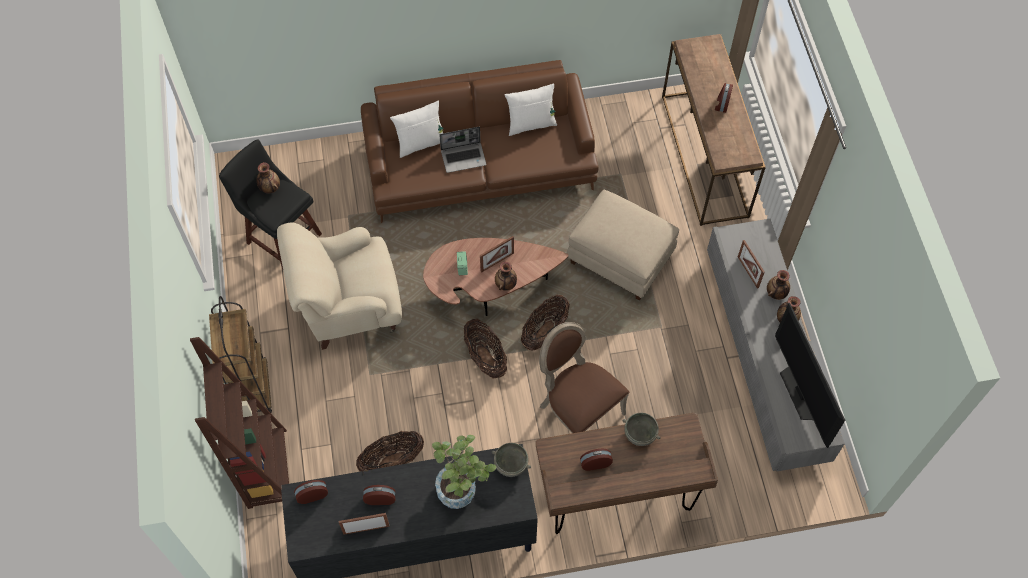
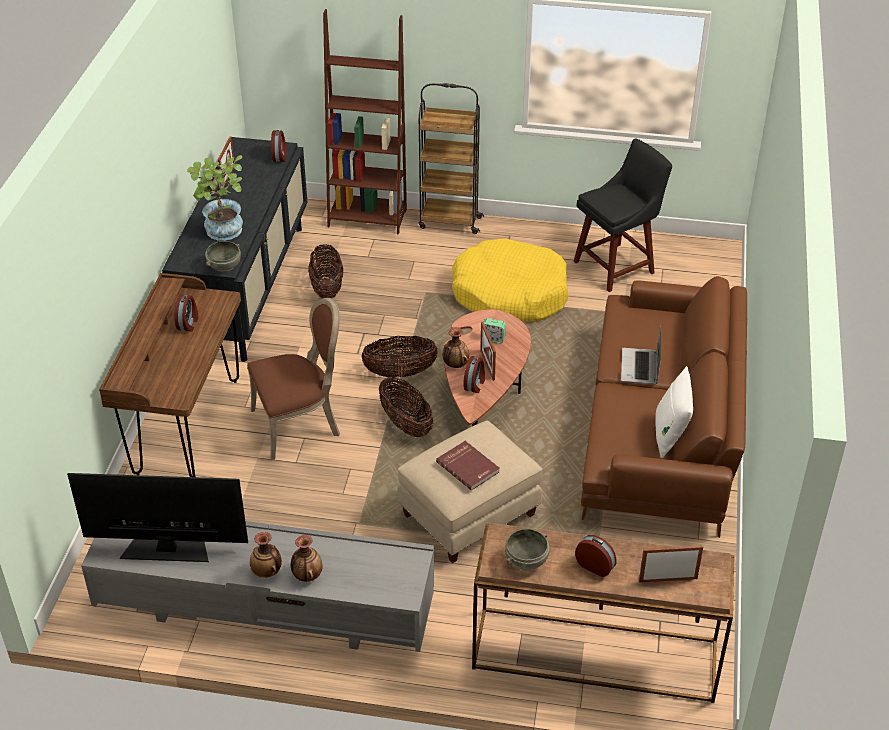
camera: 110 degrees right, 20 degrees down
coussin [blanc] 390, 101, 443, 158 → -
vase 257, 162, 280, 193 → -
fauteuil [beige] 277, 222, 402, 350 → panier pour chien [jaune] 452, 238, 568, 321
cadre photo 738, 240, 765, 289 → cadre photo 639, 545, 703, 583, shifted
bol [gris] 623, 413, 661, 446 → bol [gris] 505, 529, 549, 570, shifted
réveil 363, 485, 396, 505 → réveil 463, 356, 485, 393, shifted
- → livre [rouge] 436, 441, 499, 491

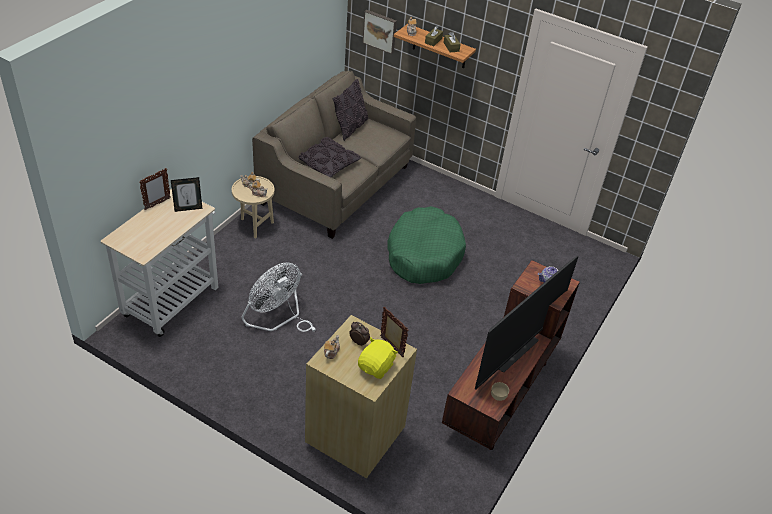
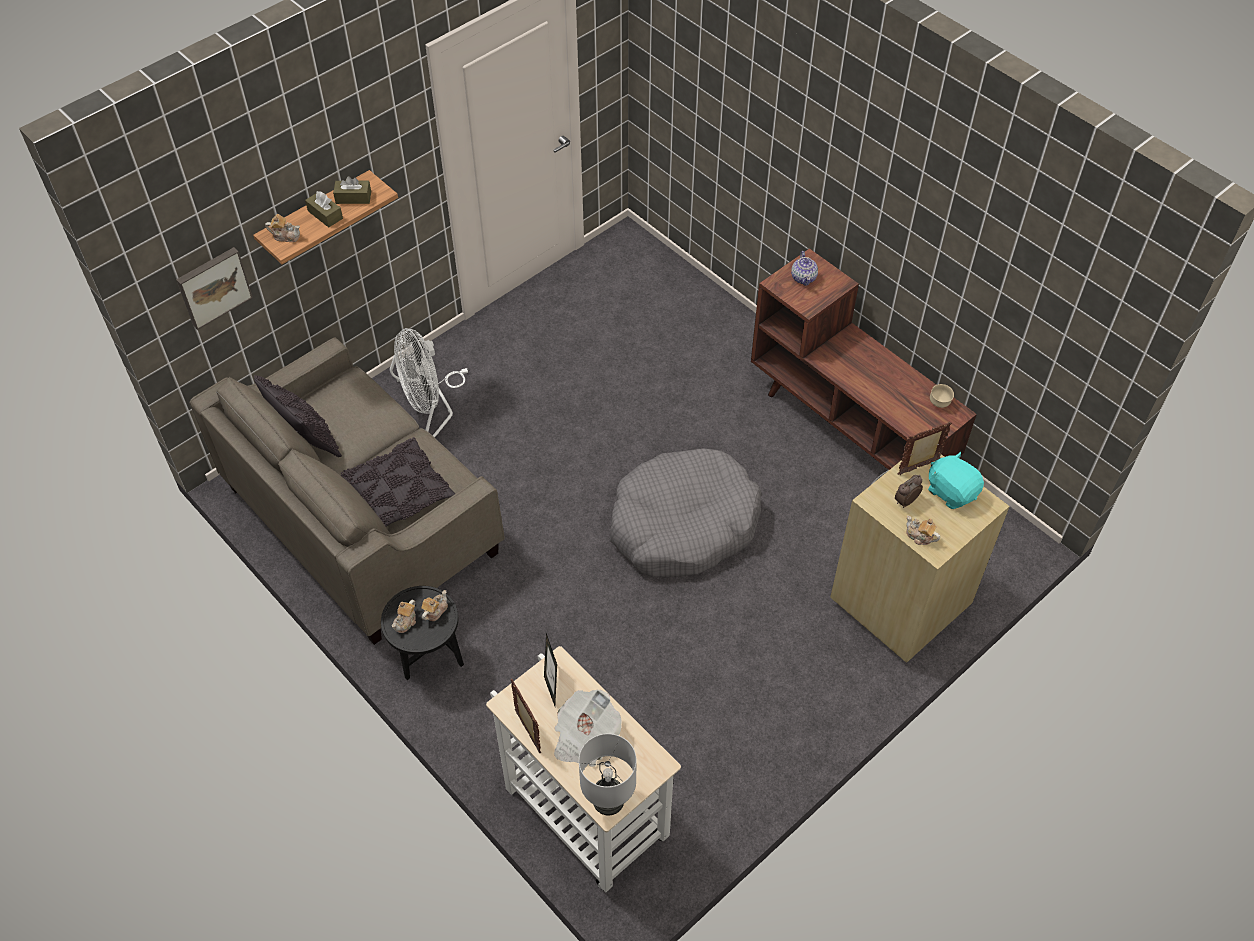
camera: 70 degrees left, 10 degrees up
table d'appoint [beige] 232, 176, 275, 239 → table d'appoint [noir] 381, 586, 464, 680
panier pour chien [vert] 388, 206, 466, 284 → -
téléviseur 475, 256, 578, 390 → -
ventilateur [blanc] 242, 263, 316, 332 → ventilateur [blanc] 390, 328, 470, 438, shifted
peluche [jaune] 358, 337, 398, 379 → peluche [turquoise] 928, 452, 984, 509
- → panier pour chien [gris] 610, 448, 761, 578
- → journal 554, 690, 622, 767
- → lampe de table [gris] 579, 734, 637, 816

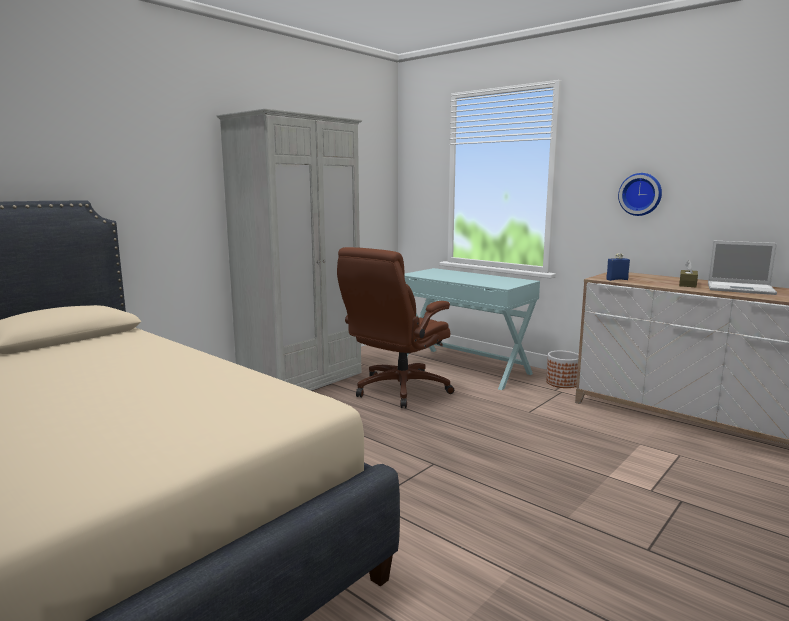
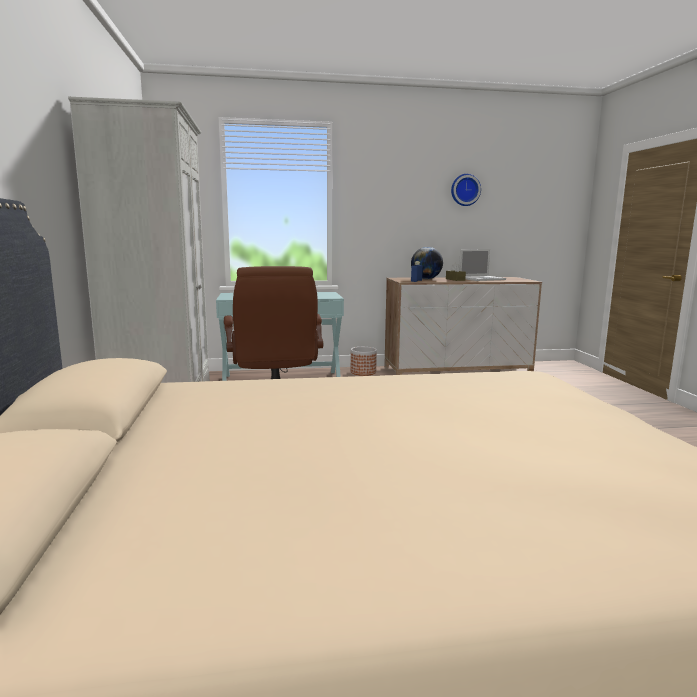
camera: 50 degrees left, 0 degrees up
horloge murale 618, 173, 662, 216 → horloge murale 451, 174, 481, 206, shifted
- → globe 411, 247, 443, 279

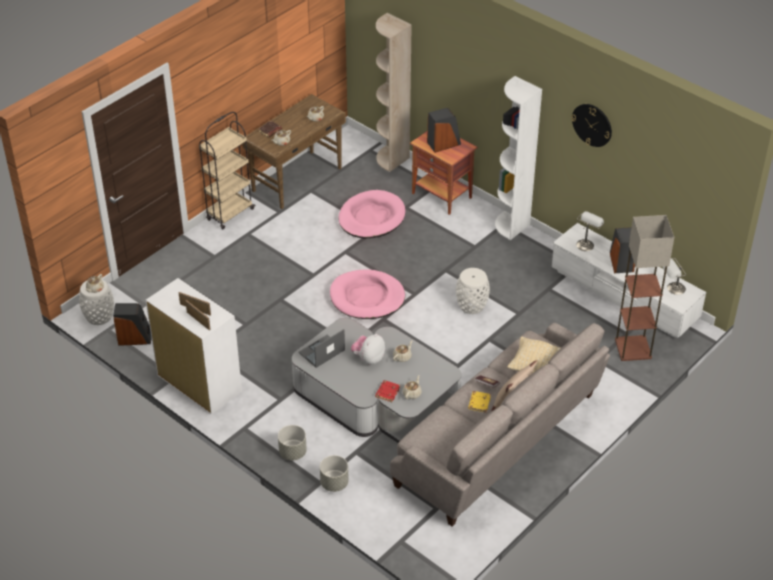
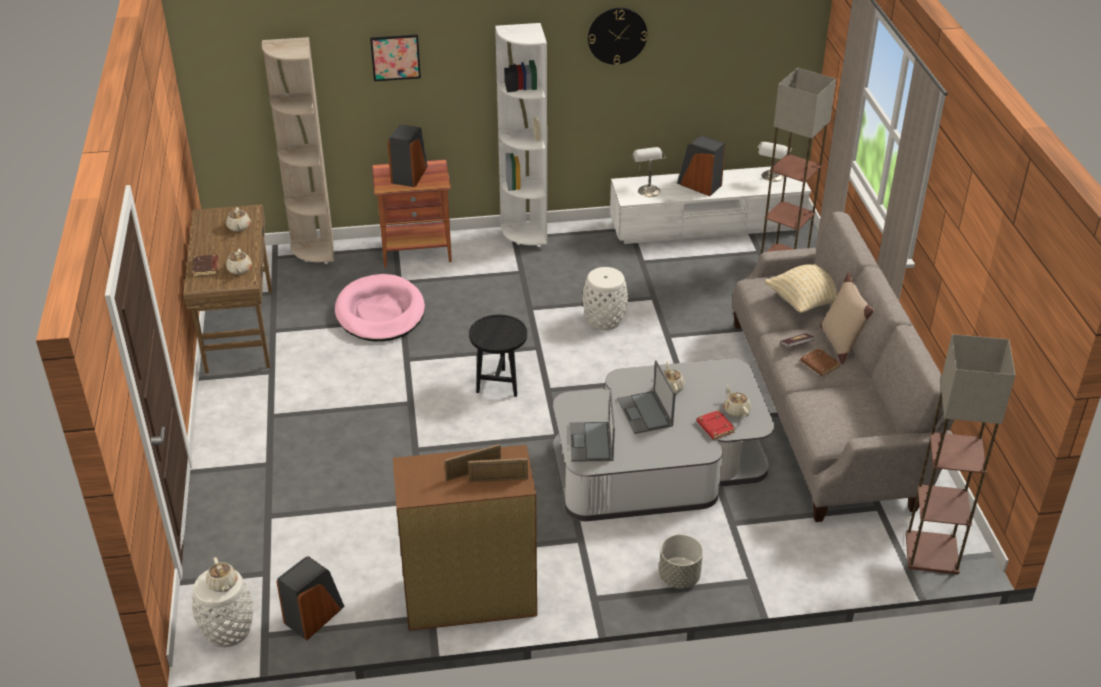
camera: 50 degrees left, 5 degrees down
chariot [beige] 199, 112, 255, 229 → -
panier pour chien [rose] 330, 270, 405, 319 → table d'appoint [noir] 469, 315, 527, 397
meuble de rangement [blanc] 146, 278, 242, 415 → meuble de rangement [marron] 393, 445, 537, 631
peluche 351, 334, 385, 365 → ordinateur portable 617, 360, 675, 434
livre [jaune] 468, 391, 491, 413 → livre [marron] 800, 348, 840, 376
cache-pot [gris] 320, 455, 349, 492 → -
- → tableau 370, 34, 421, 81
- → lampadaire 906, 334, 1016, 574

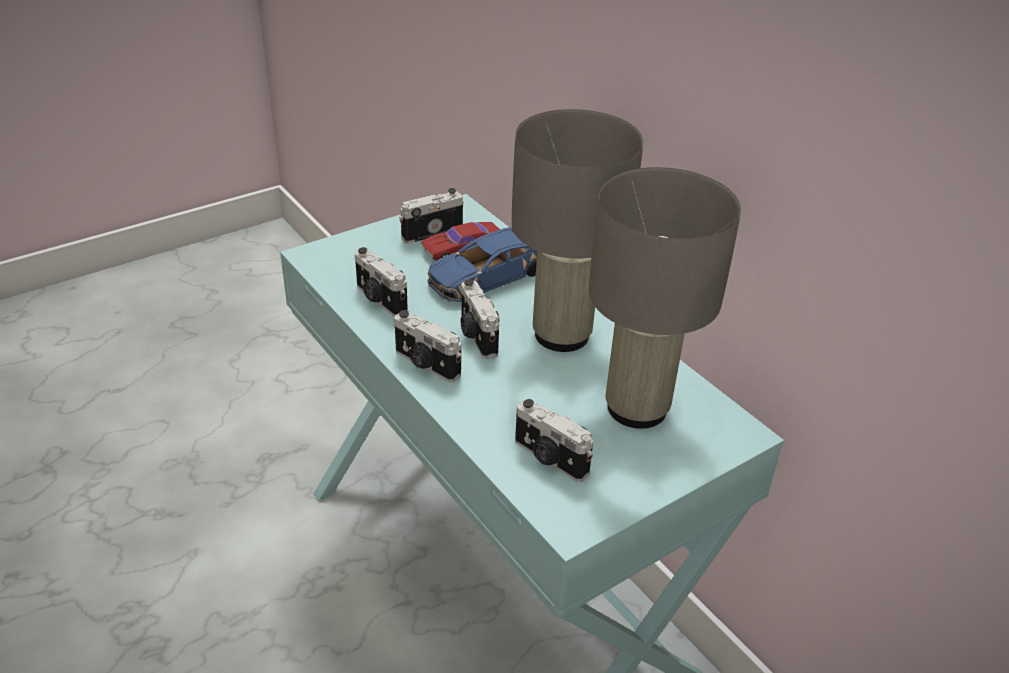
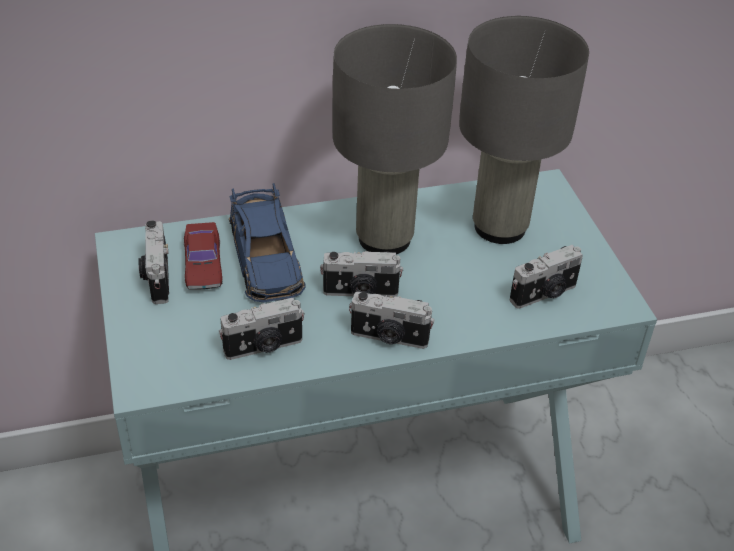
camera: 70 degrees left, 5 degrees up
appareil photo 394, 310, 461, 382 → appareil photo 349, 292, 435, 349, 45 degrees clockwise

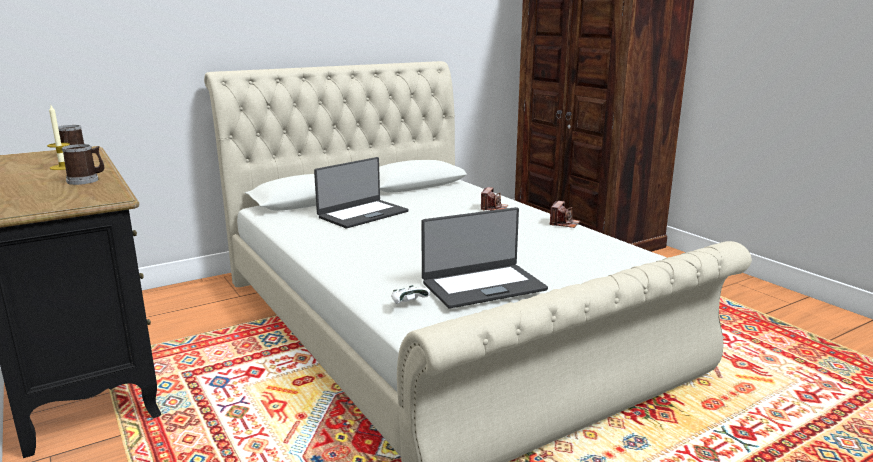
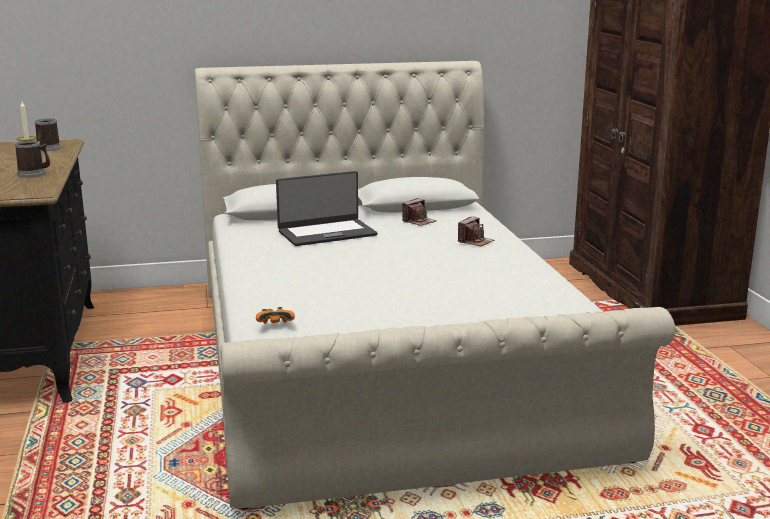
camera: 20 degrees right, 0 degrees up
appareil photo 550, 201, 580, 228 → appareil photo 402, 198, 437, 226, shifted
ordinateur portable 421, 207, 548, 308 → -
manette [blanc] 391, 285, 430, 304 → manette [orange] 256, 307, 295, 324

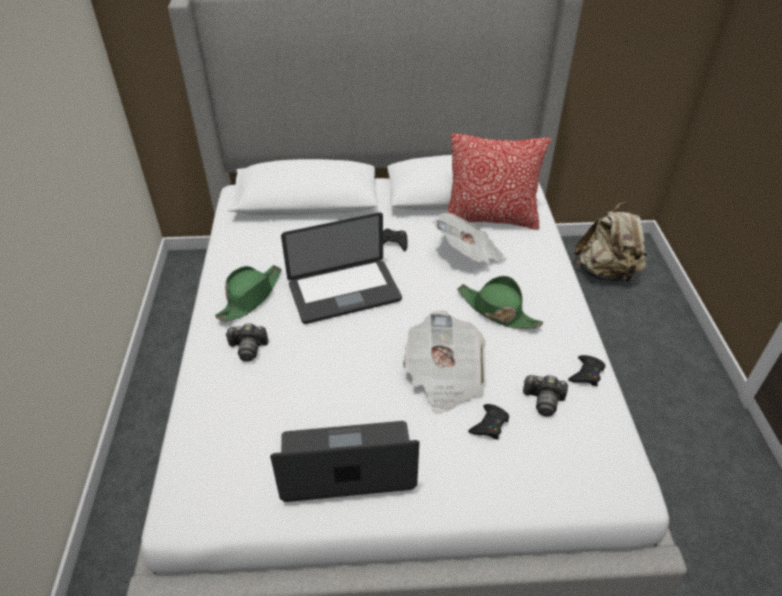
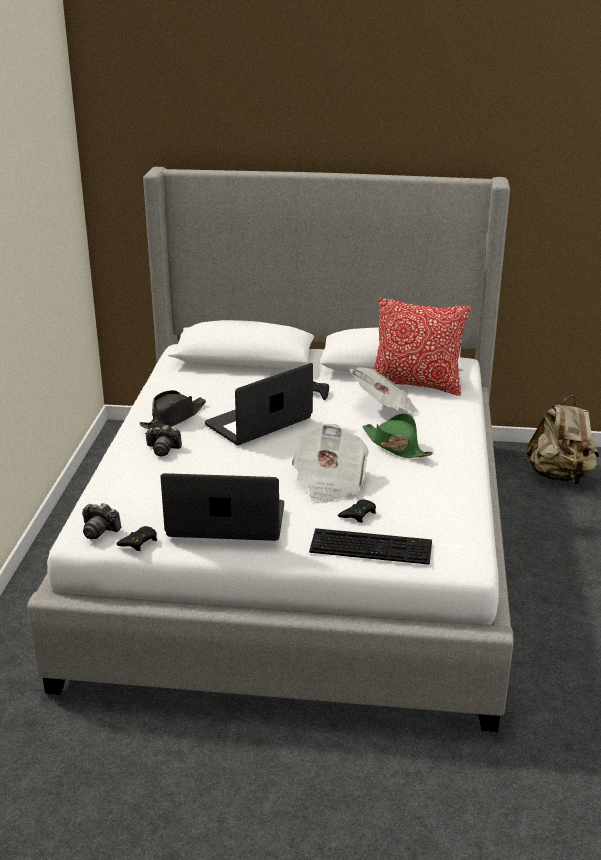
camera: 10 degrees right, 15 degrees down
ordinateur portable 281, 213, 402, 324 → ordinateur portable 205, 363, 313, 445, 150 degrees clockwise
chapeau [vert] 215, 265, 281, 322 → chapeau [noir] 139, 390, 206, 429
manette [noir] 568, 355, 605, 386 → manette [noir] 116, 526, 157, 551, shifted
appareil photo 523, 375, 568, 417 → appareil photo 82, 503, 121, 539, shifted
- → clavier 309, 528, 432, 565

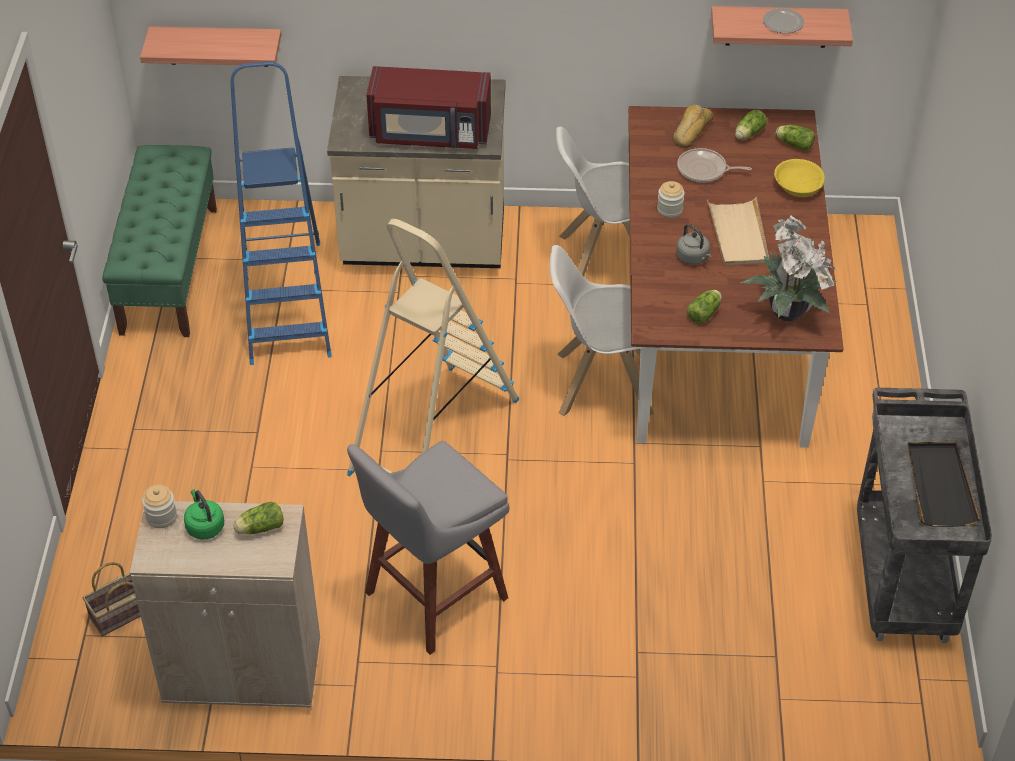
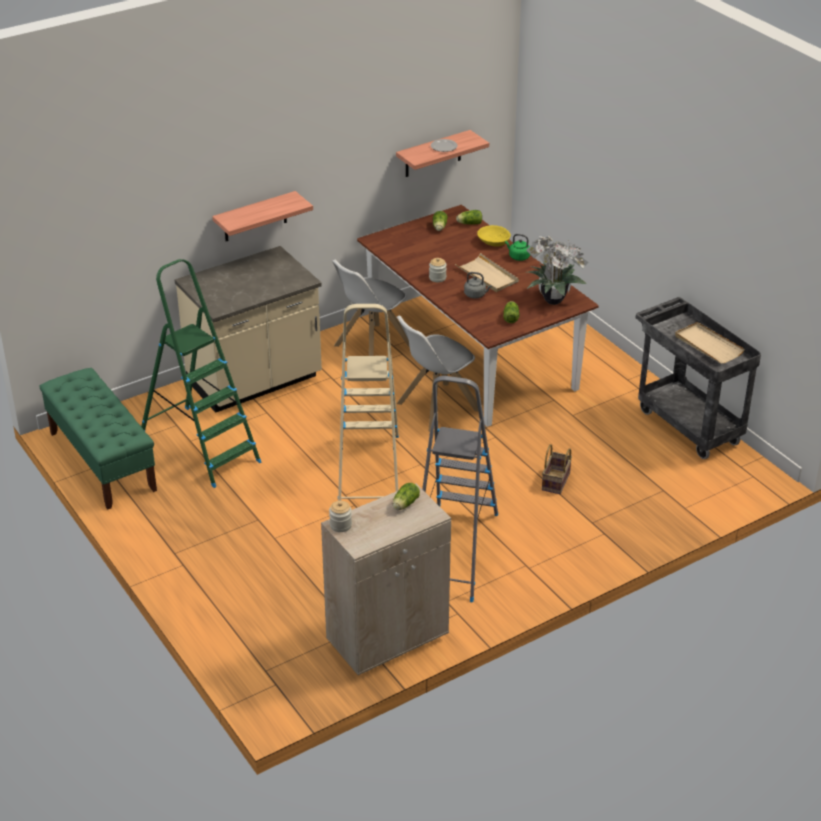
camera: 35 degrees left, 10 degrees down
étagère 140, 26, 281, 67 → étagère 212, 191, 313, 241, shifted
escabeau [bleu] 231, 62, 332, 365 → escabeau [vert] 141, 259, 261, 488
micro-ondes [rouge] 366, 66, 491, 149 → -
pain 674, 104, 713, 148 → -
poêle 677, 148, 752, 183 → -
tabouret [gris] 347, 441, 509, 655 → escabeau [gris] 422, 376, 498, 602
plateau [noir] 907, 442, 980, 527 → plateau [beige] 675, 322, 745, 364
bouilloire [vert] 184, 489, 224, 540 → bouilloire [vert] 505, 234, 530, 261, shifted
panier 83, 562, 141, 636 → panier 542, 444, 572, 494, shifted

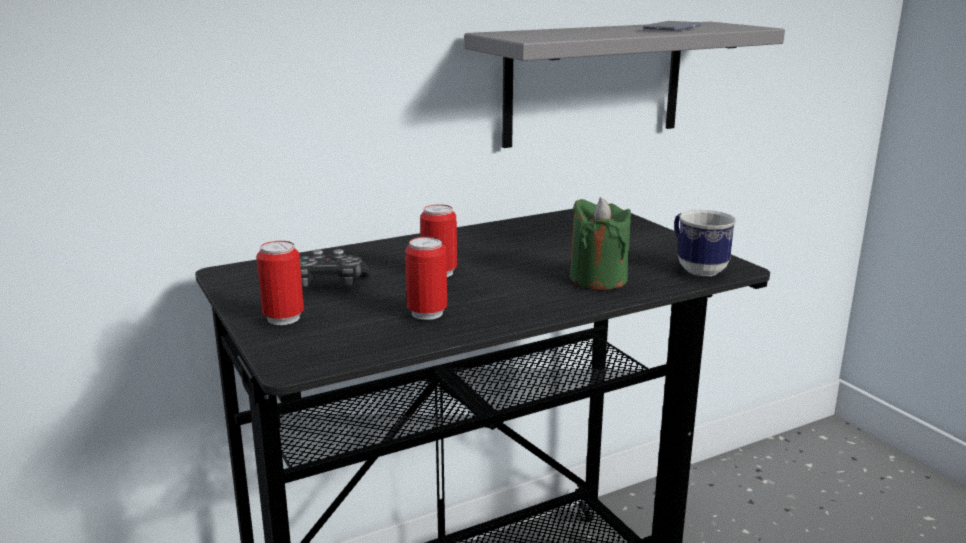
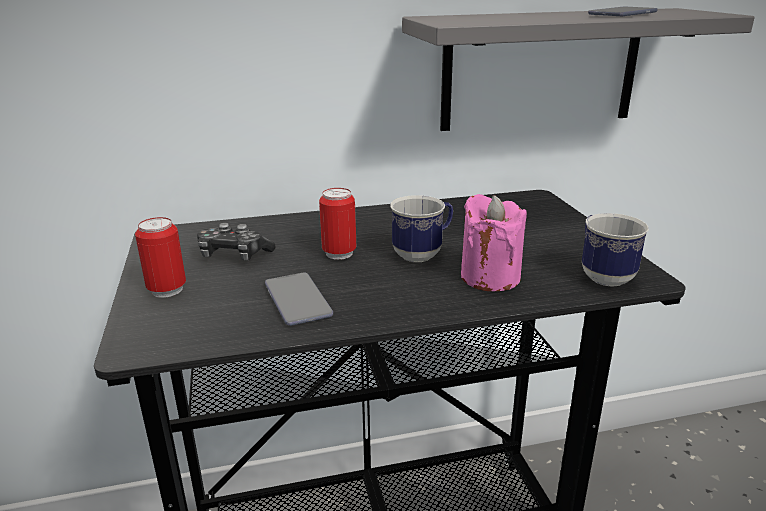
camera: 15 degrees right, 5 degrees up
bougie [vert] 570, 197, 631, 290 → bougie [rose] 461, 194, 527, 291
boîte métallique 405, 237, 447, 320 → téléphone 265, 272, 333, 326
- → mug 390, 195, 453, 262

